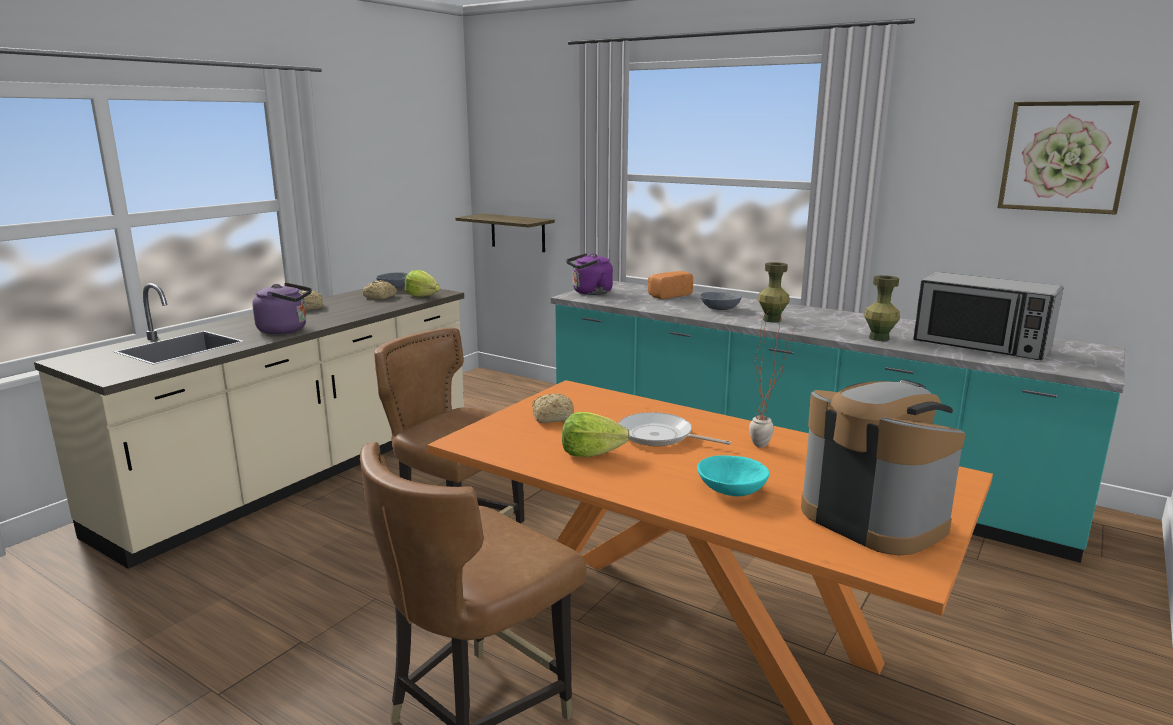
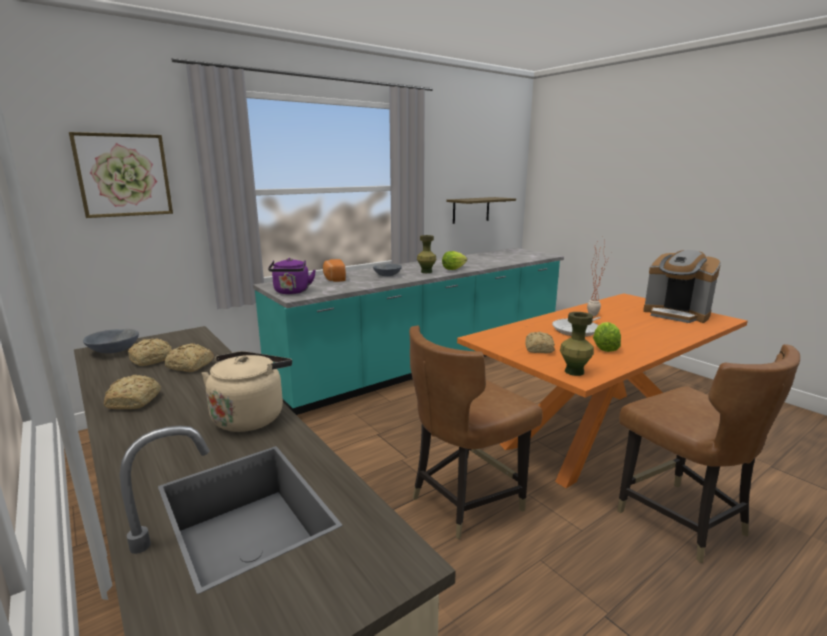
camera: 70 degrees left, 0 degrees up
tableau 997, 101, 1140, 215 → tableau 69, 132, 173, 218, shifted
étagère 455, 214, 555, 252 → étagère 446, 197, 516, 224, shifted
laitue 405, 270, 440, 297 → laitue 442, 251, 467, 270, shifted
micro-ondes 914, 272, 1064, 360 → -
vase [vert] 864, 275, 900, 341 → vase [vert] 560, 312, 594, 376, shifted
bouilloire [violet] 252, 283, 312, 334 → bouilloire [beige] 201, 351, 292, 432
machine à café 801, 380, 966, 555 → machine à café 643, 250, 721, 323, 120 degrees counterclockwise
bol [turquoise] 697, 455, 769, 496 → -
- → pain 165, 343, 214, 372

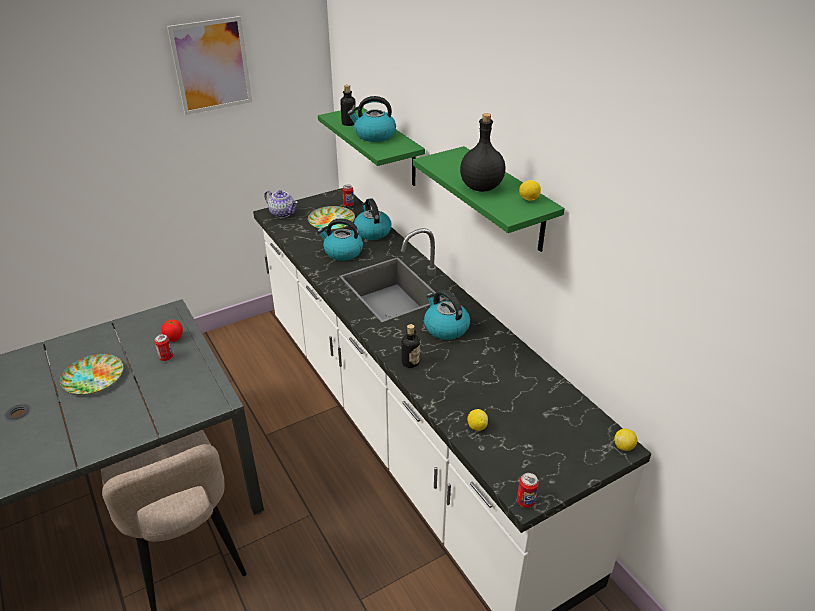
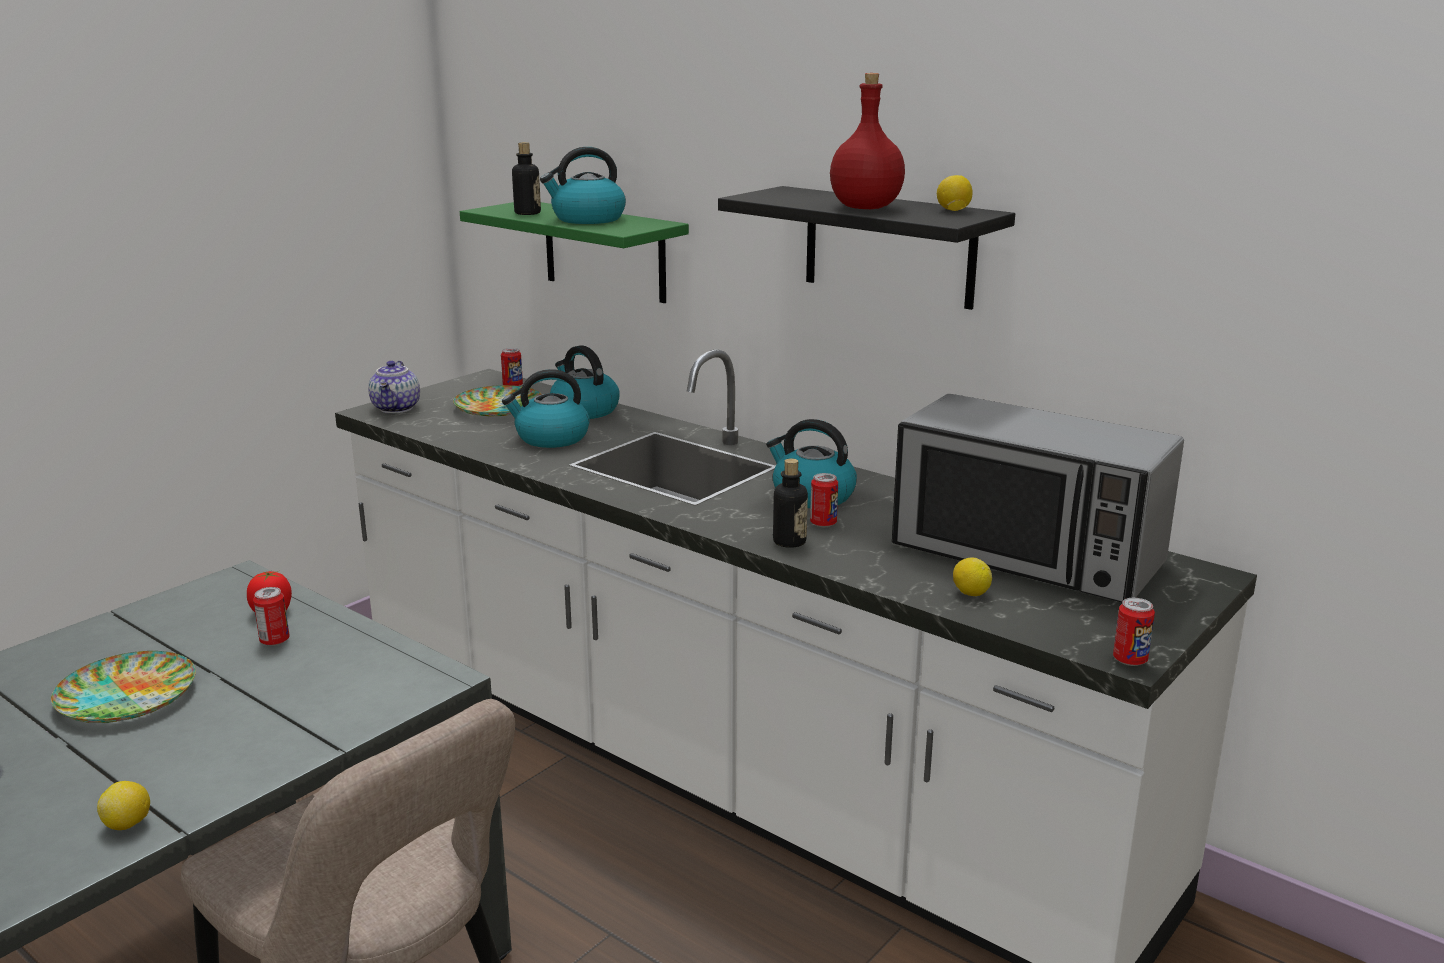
camera: 20 degrees left, 15 degrees down
tableau 167, 16, 252, 115 → -
bouteille [noir] 460, 113, 505, 192 → bouteille [rouge] 830, 73, 905, 209
étagère [vert] 413, 146, 565, 252 → étagère [noir] 718, 186, 1015, 310
théière 264, 190, 297, 218 → théière 368, 361, 420, 413, 75 degrees clockwise
citron 614, 429, 637, 451 → citron 97, 781, 150, 830, shifted
- → micro-ondes 892, 394, 1184, 602
- → boîte métallique 810, 473, 838, 527

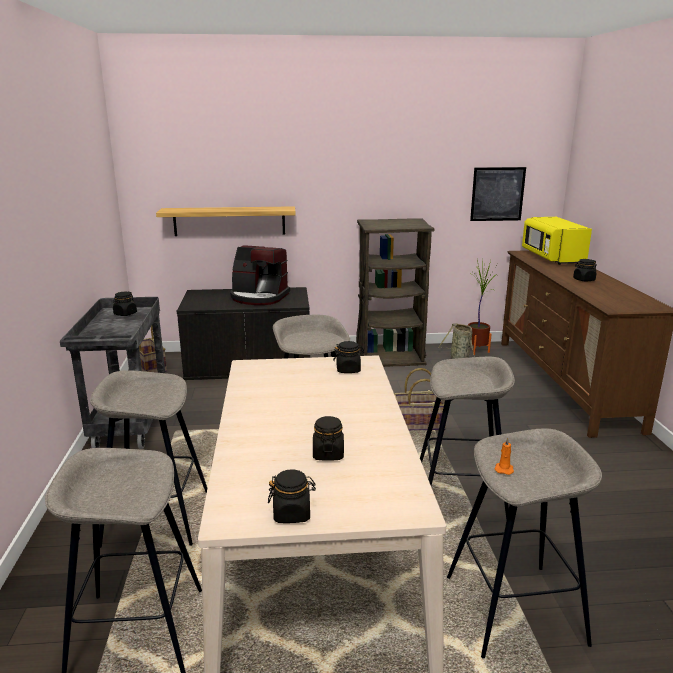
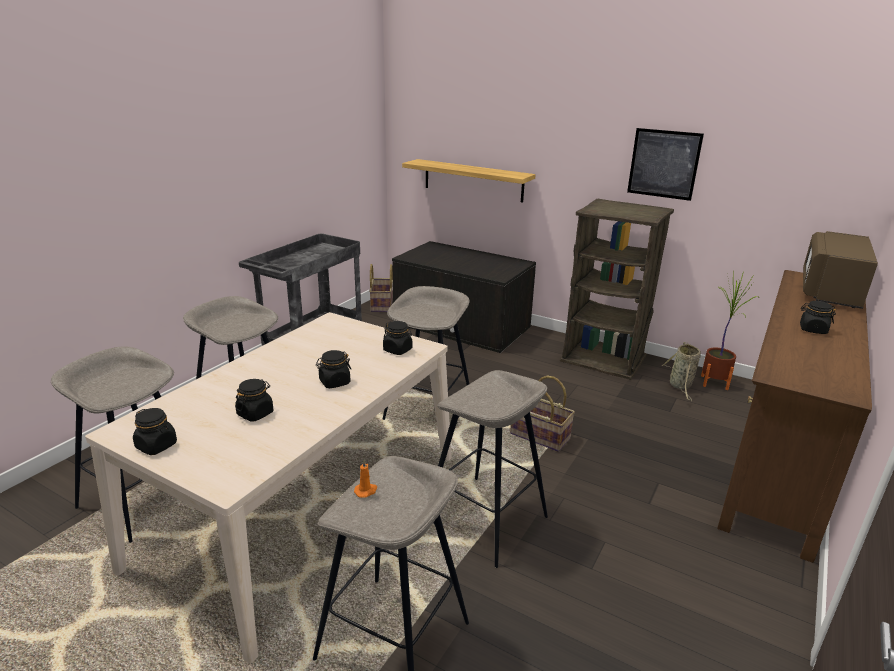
camera: 35 degrees right, 5 degrees up
tableau 470, 167, 526, 221 → tableau 627, 128, 704, 201, shifted
micro-ondes [jaune] 522, 217, 592, 265 → micro-ondes [marron] 803, 231, 878, 309
machine à café 230, 245, 290, 305 → -
bocal [noir] 113, 292, 137, 316 → bocal [noir] 316, 350, 351, 388, shifted

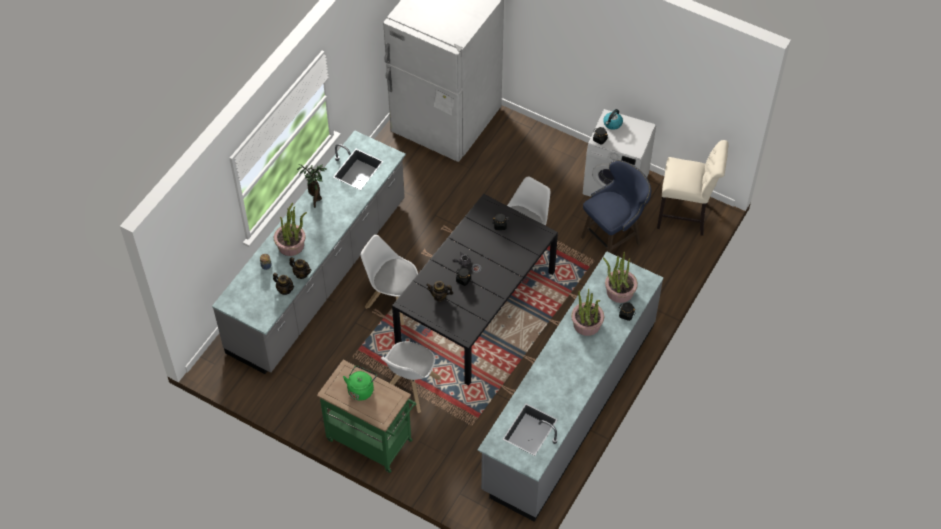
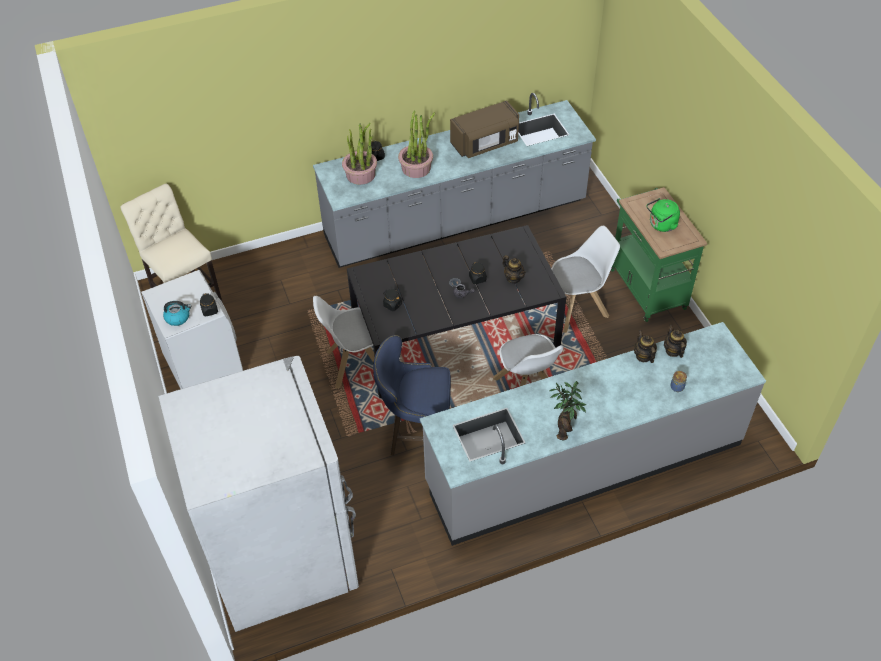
camera: 140 degrees left, 5 degrees down
tabouret [bleu] 581, 160, 651, 253 → tabouret [bleu] 373, 335, 451, 455, shifted
plante en pot 274, 203, 307, 256 → -
- → micro-ondes [marron] 450, 100, 519, 158

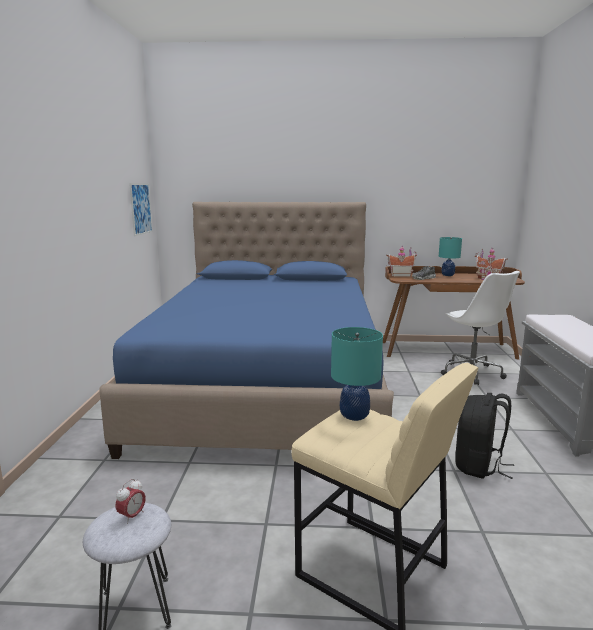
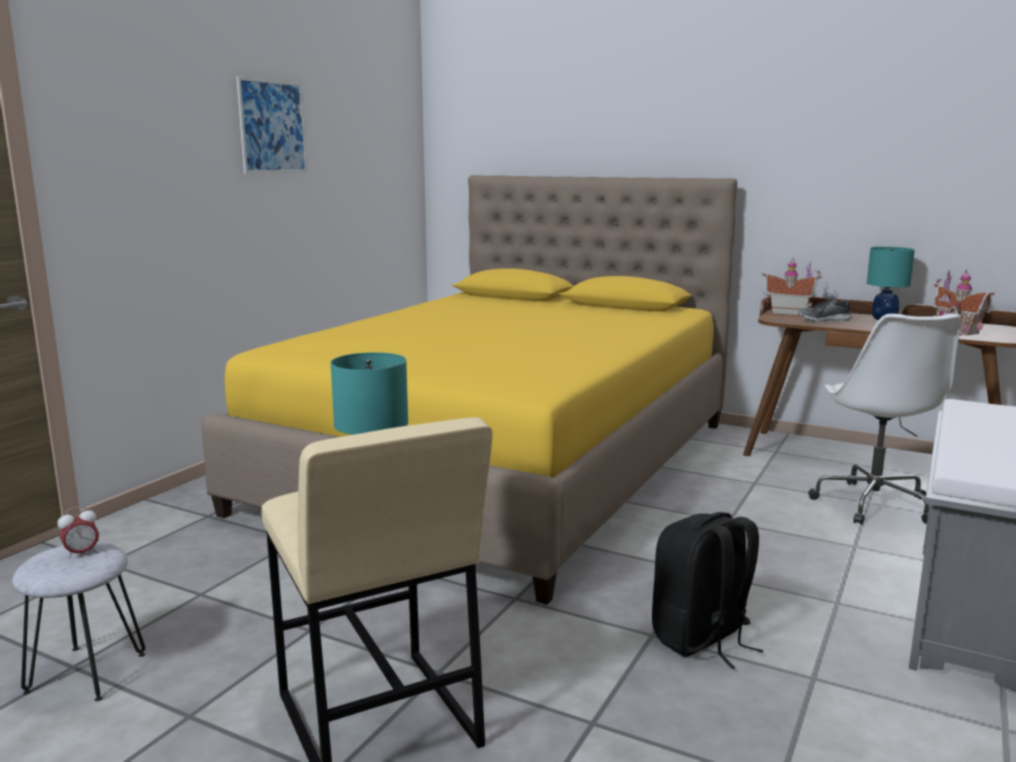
camera: 25 degrees right, 0 degrees up
tableau 129, 183, 153, 236 → tableau 236, 76, 307, 174, shifted
lit [bleu] 99, 202, 394, 459 → lit [jaune] 201, 175, 738, 605

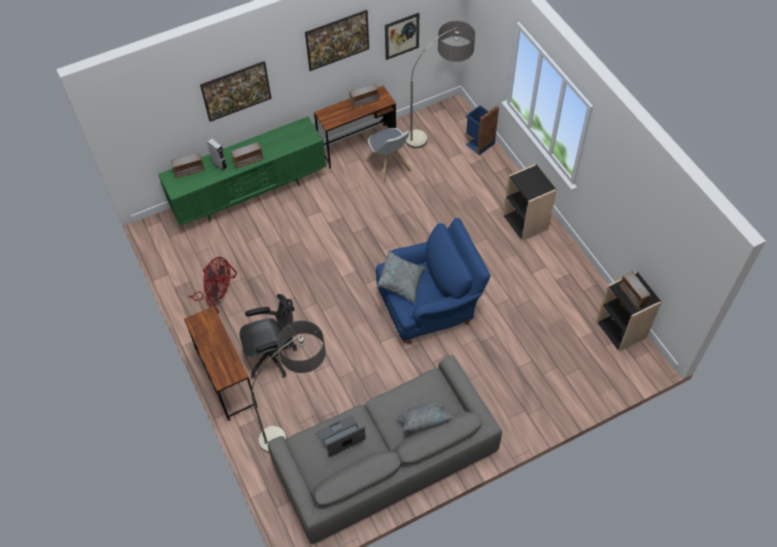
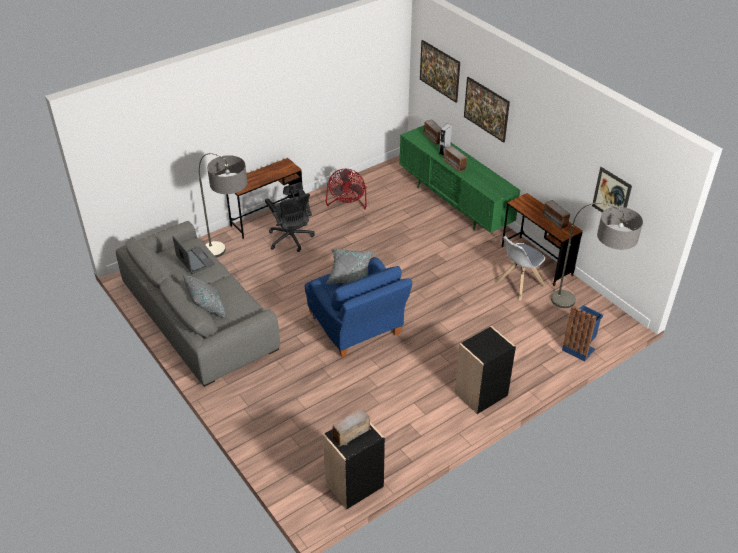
camera: 80 degrees right, 15 degrees down
tableau 305, 10, 369, 71 → tableau 420, 40, 460, 103, shifted

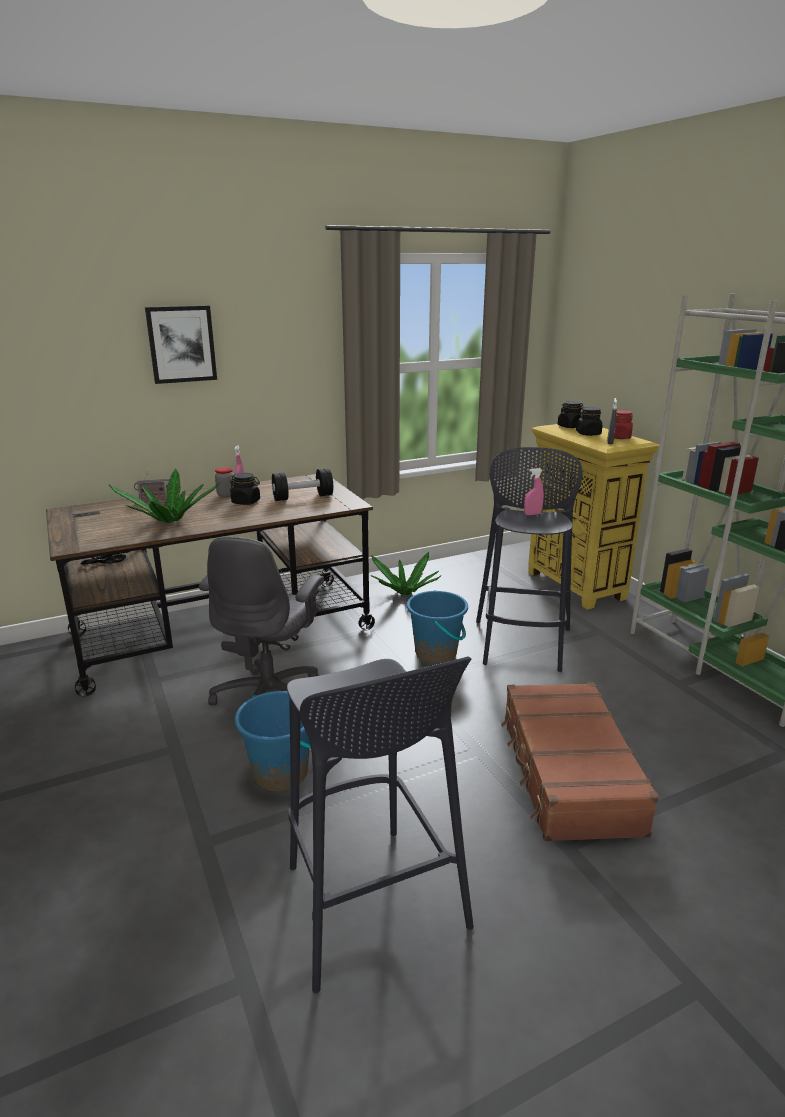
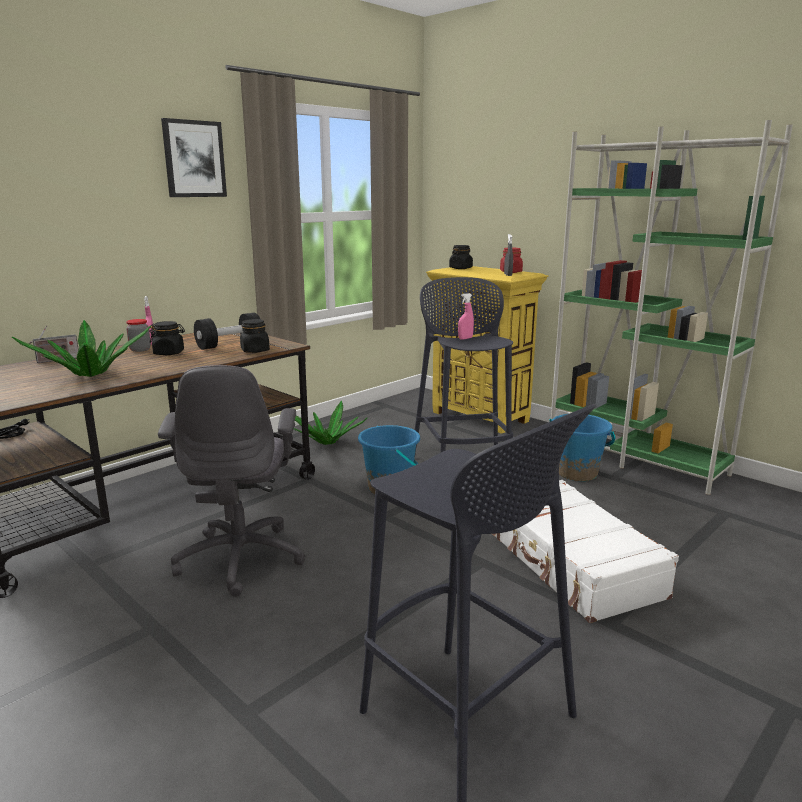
camera: 20 degrees left, 5 degrees down
tableau 145, 305, 217, 384 → tableau 161, 118, 227, 197, shifted
bocal [noir] 576, 407, 602, 436 → bocal [noir] 240, 319, 270, 353, shifted
valise [marron] 501, 682, 659, 842 → valise [blanc] 492, 480, 679, 623
seau [bleu] 235, 691, 311, 791 → seau [bleu] 549, 414, 615, 481, shifted

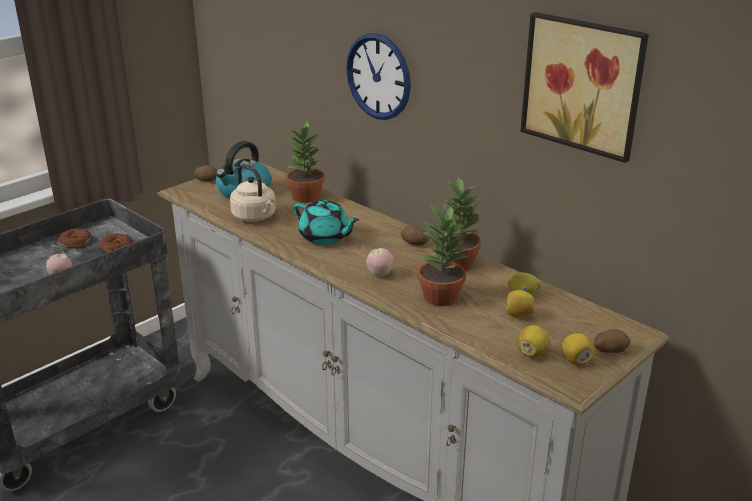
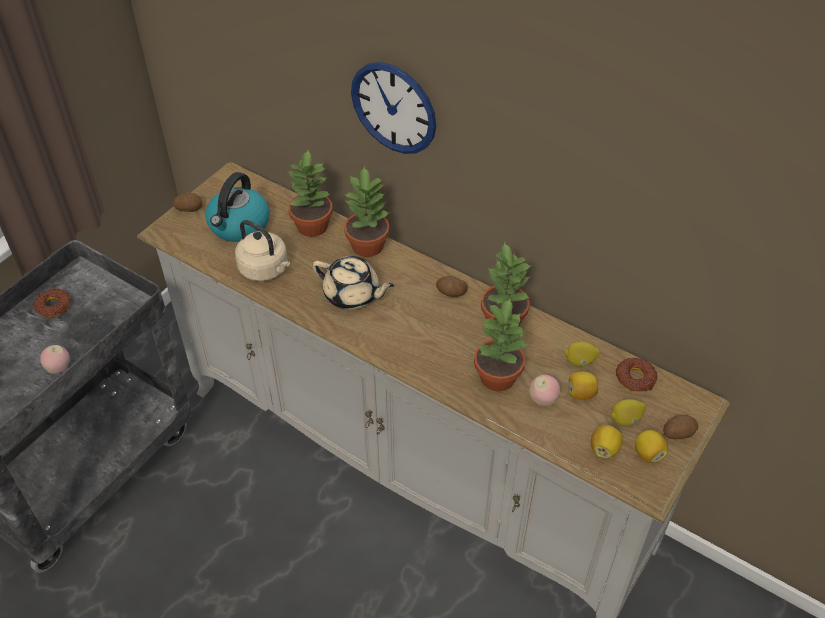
camera: 10 degrees left, 20 degrees up
tableau 520, 12, 649, 163 → -
théière [turquoise] 293, 200, 359, 245 → théière [beige] 312, 256, 394, 310
beignet 99, 233, 133, 252 → beignet 616, 358, 657, 392, shifted
pomme 366, 247, 394, 277 → pomme 529, 375, 560, 406, shifted
- → plante en pot 343, 166, 390, 257
- → citron 611, 399, 646, 426

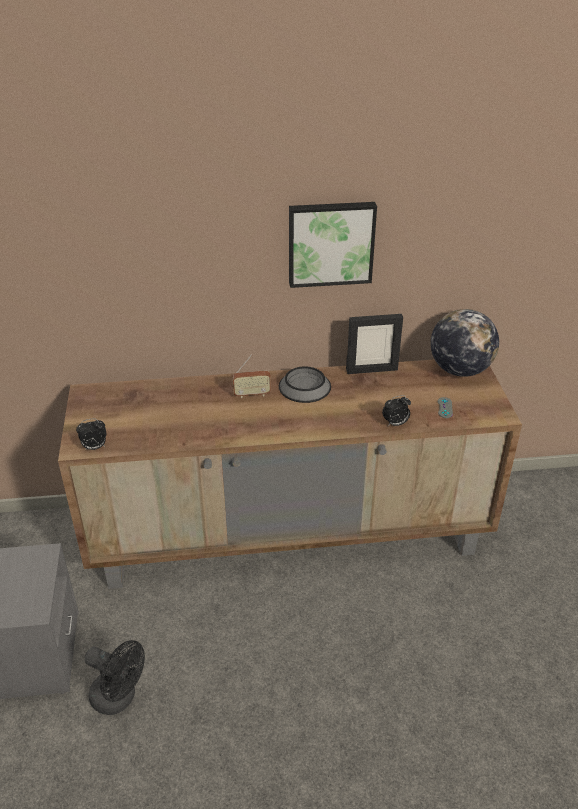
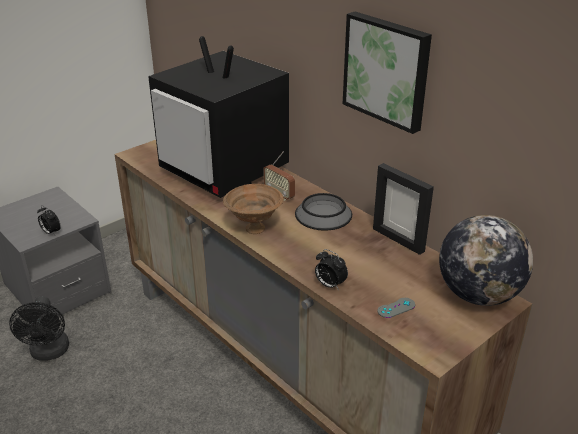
camera: 55 degrees right, 5 degrees down
réveil 76, 418, 106, 450 → réveil 37, 205, 61, 235, shifted
- → téléviseur 148, 36, 289, 198
- → bol [marron] 223, 184, 284, 234

